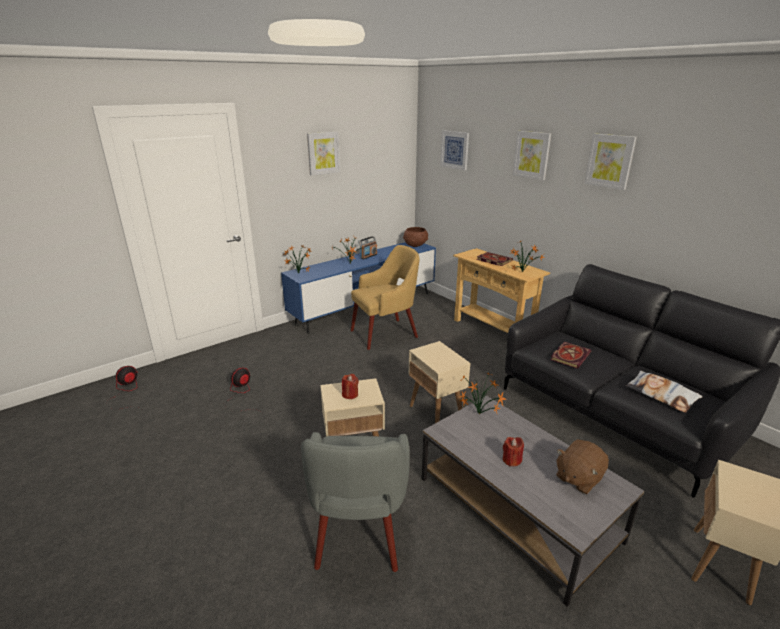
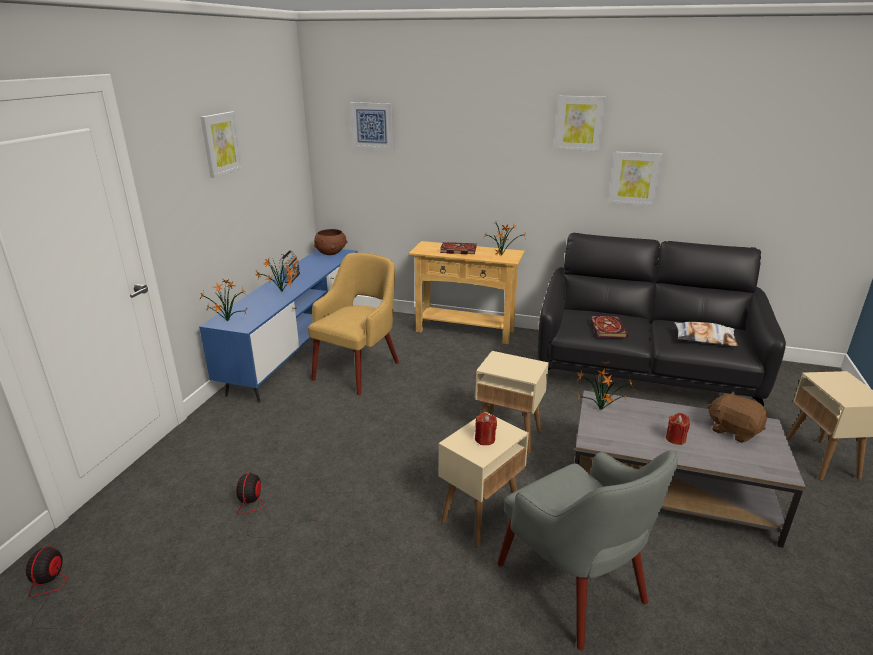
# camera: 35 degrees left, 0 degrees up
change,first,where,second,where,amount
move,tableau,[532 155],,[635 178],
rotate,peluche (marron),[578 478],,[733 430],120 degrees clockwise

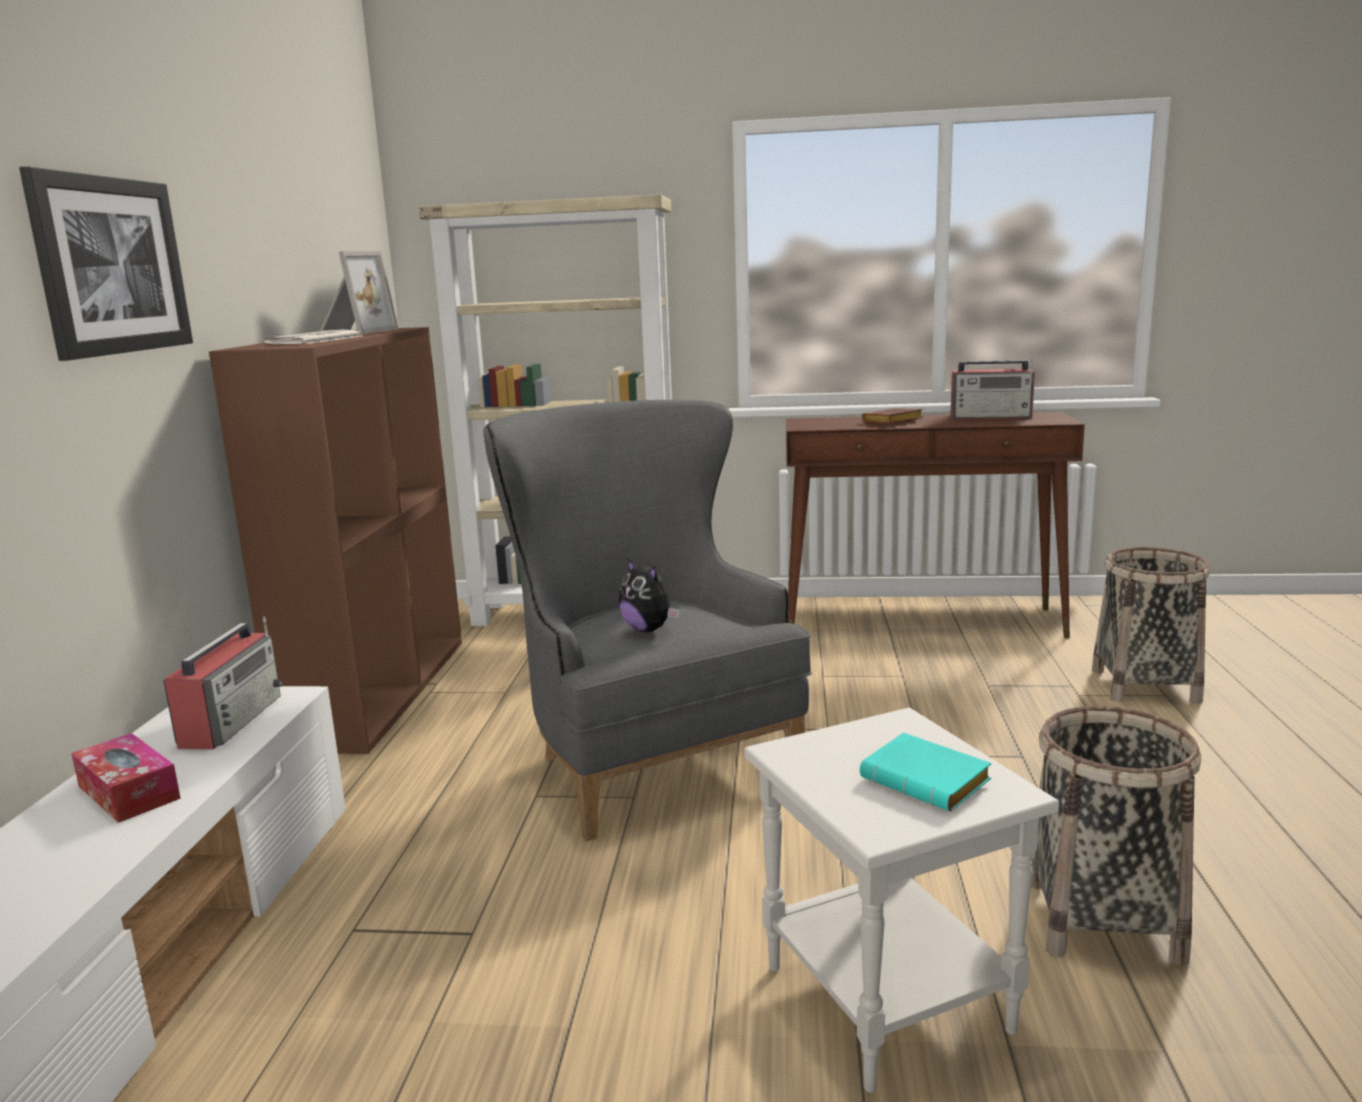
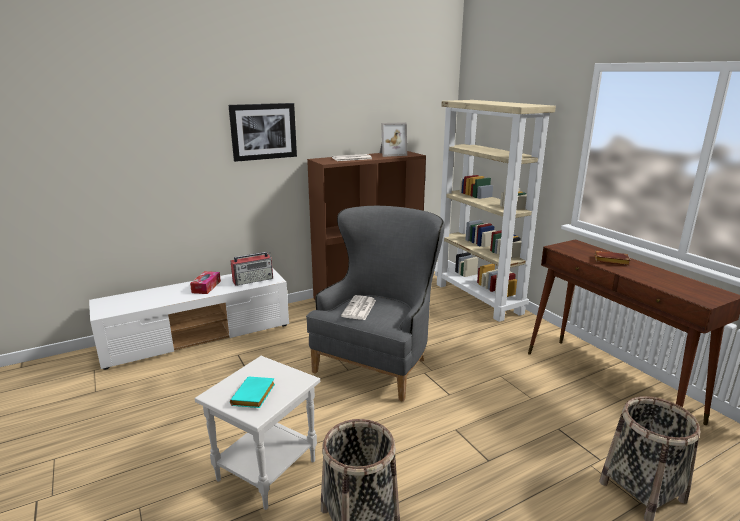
# camera: 55 degrees right, 5 degrees up
change,first,where,second,where,amount
delete,radio,[992 416],,,
replace,peluche,[648 629],journal,[359 308],

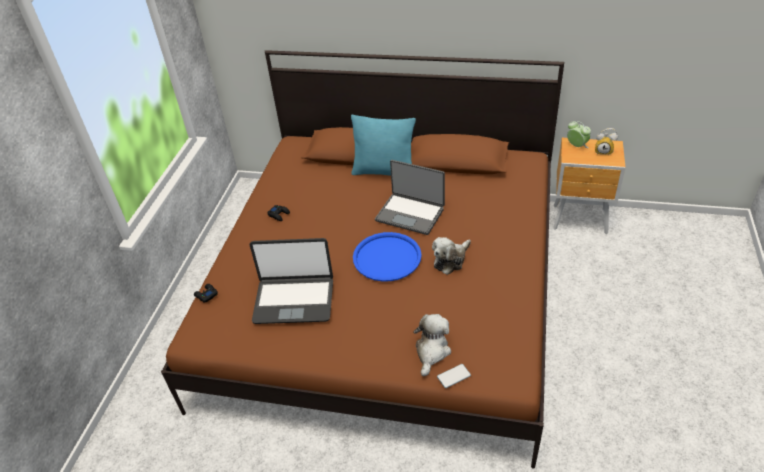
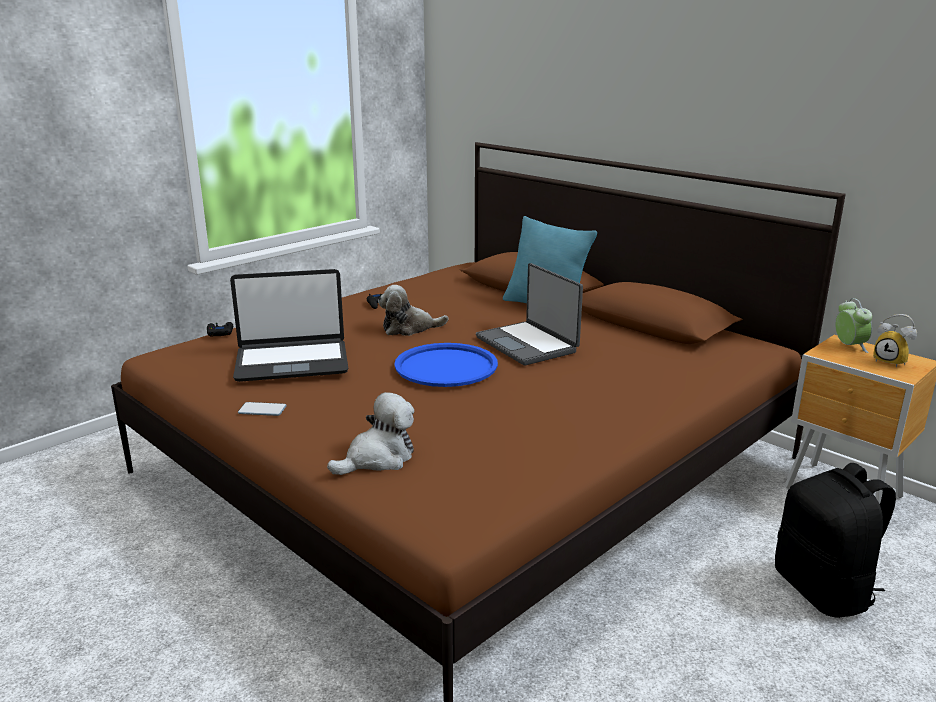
# camera: 30 degrees right, 20 degrees down
change,first,where,second,where,amount
insert,,,sac à dos (noir),[824 591],
move,peluche,[451 260],,[409 328],
move,téléphone,[453 376],,[262 410],
rotate,ordinateur portable,[294 300],,[292 362],45 degrees counterclockwise

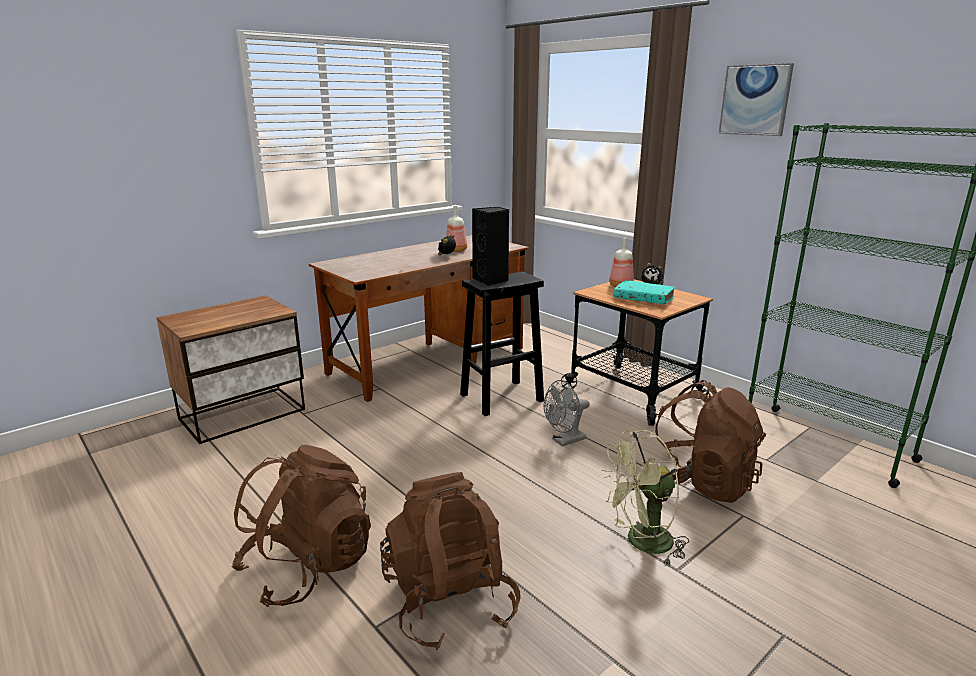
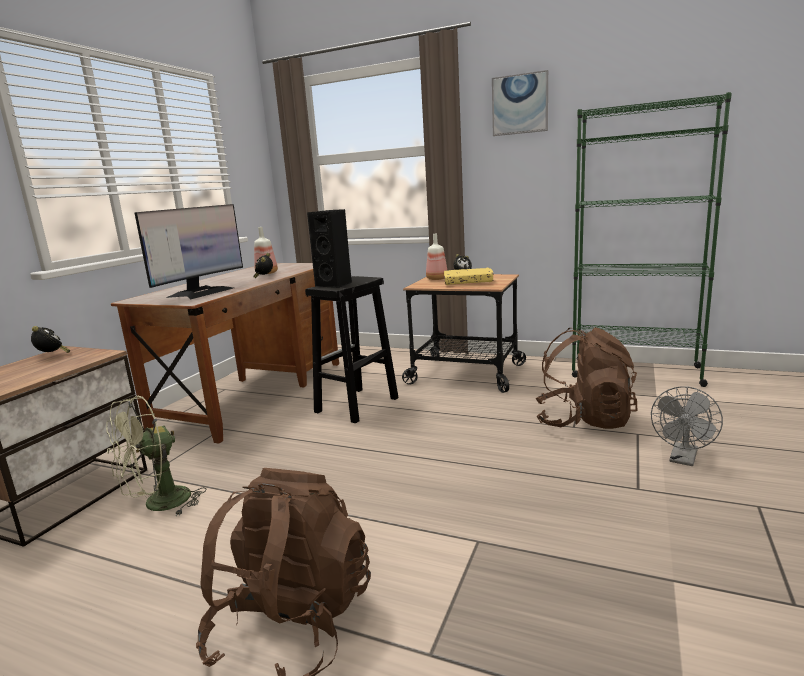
# camera: 25 degrees left, 5 degrees down
change,first,where,second,where,amount
delete,sac à dos (marron),[449 601],,,
insert,,,réveil,[52 356],
insert,,,écran d'ordinateur,[201 292],
move,ventilateur (gris),[565 441],,[683 459],
move,ventilateur (vert),[641 543],,[159 505],
recolor,livre (turquoise),[643 298],livre (jaune),[468 282],

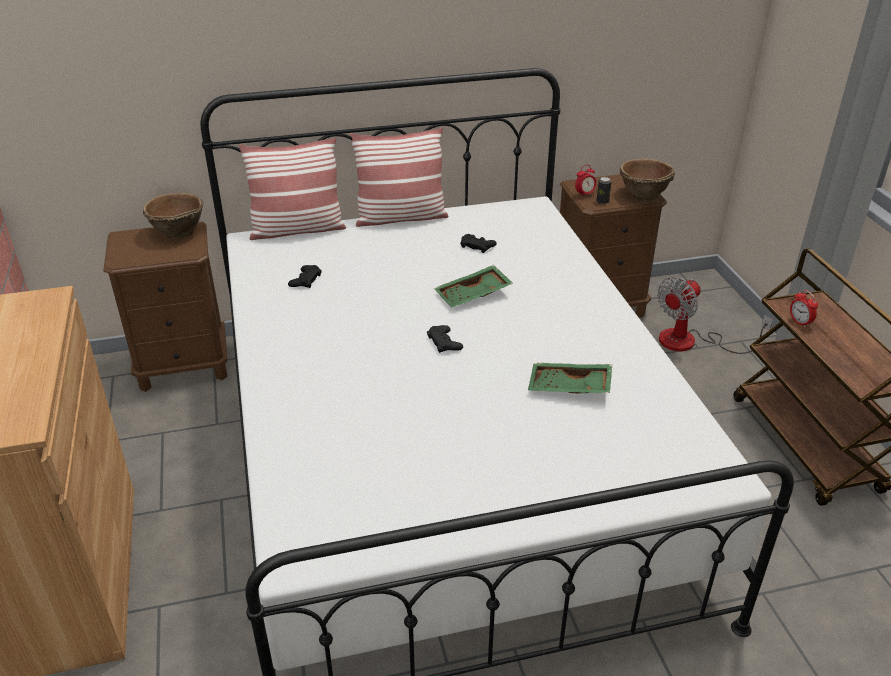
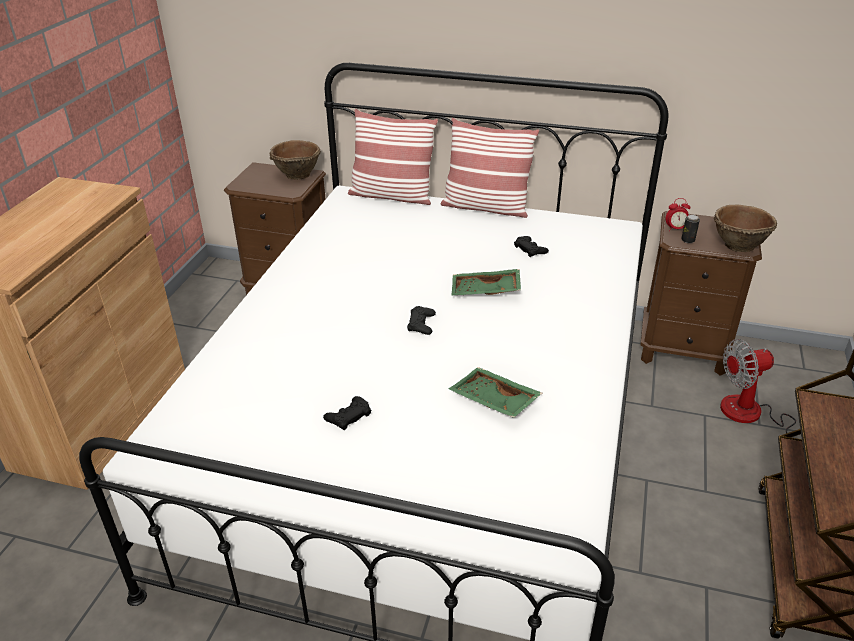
# camera: 30 degrees right, 0 degrees up
change,first,where,second,where,amount
delete,réveil,[799 322],,,
move,manette (noir),[305 280],,[348 416],

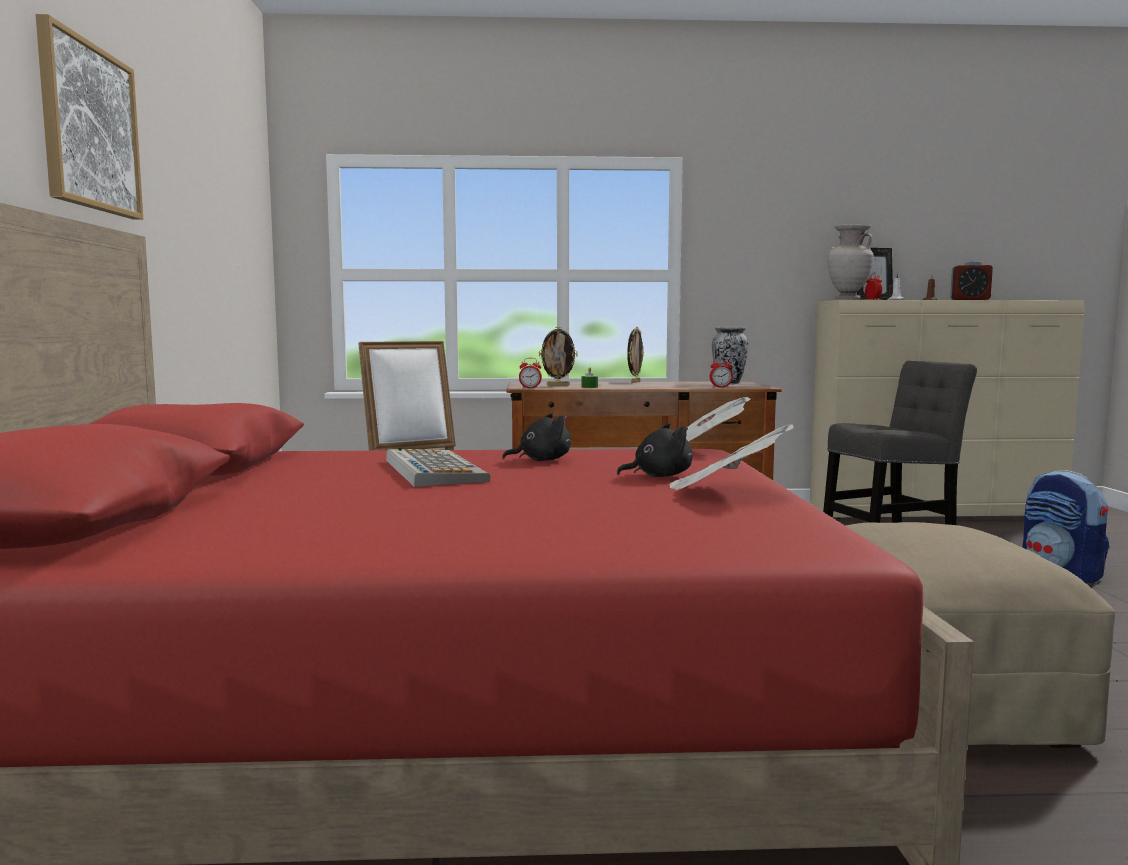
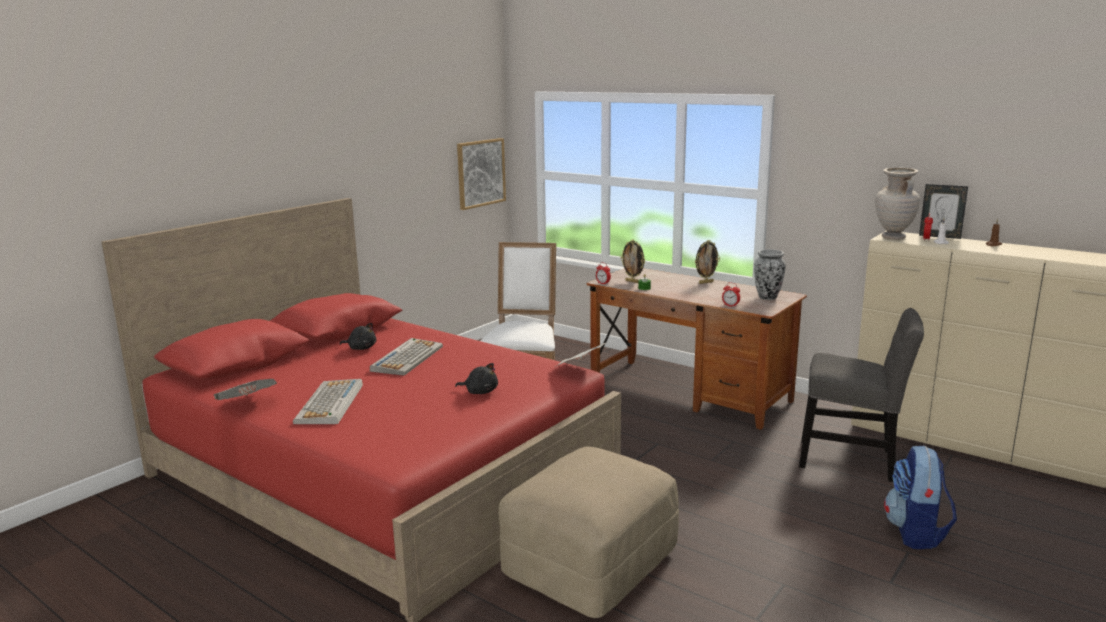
# camera: 40 degrees right, 10 degrees up
change,first,where,second,where,amount
delete,réveil,[970 299],,,
insert,,,clavier,[330 404],
move,tableau,[89 127],,[480 173],
move,peluche (noir),[541 460],,[361 348],
move,journal,[725 492],,[247 405],

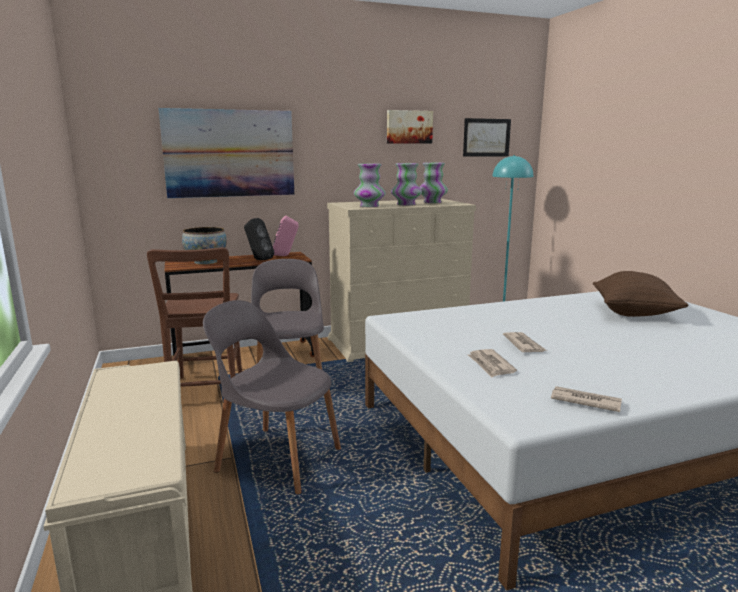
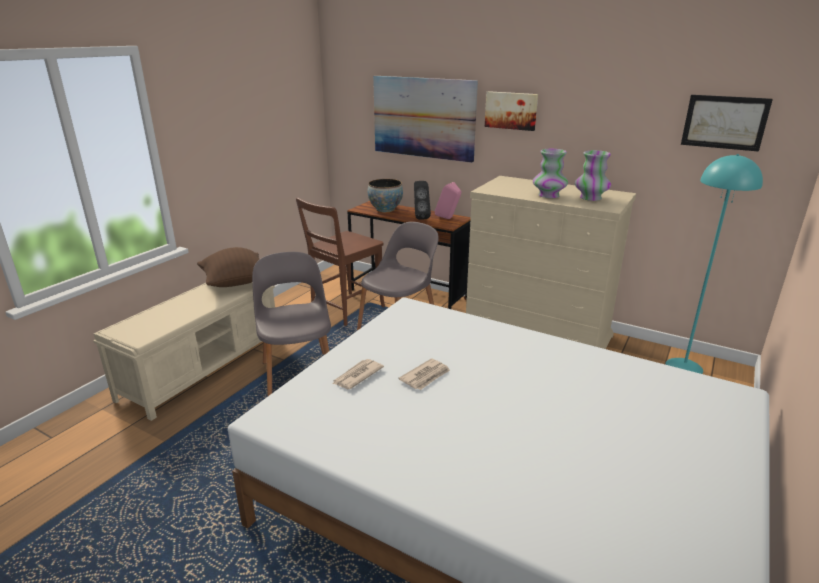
# camera: 50 degrees right, 10 degrees up
change,first,where,second,where,amount
delete,vase,[369 206],,,
delete,journal,[584 401],,,
move,tableau,[409 127],,[511 110],
move,coussin (marron),[634 313],,[236 283],

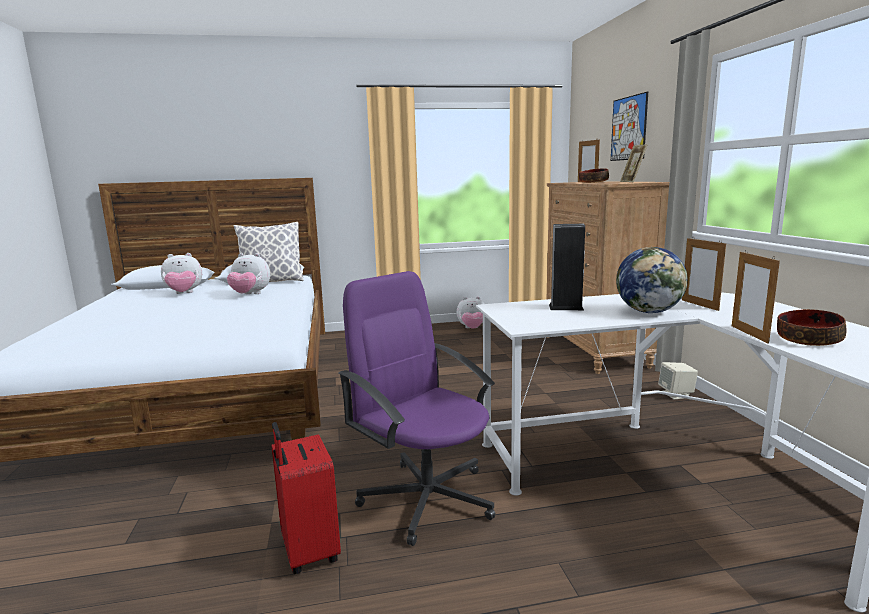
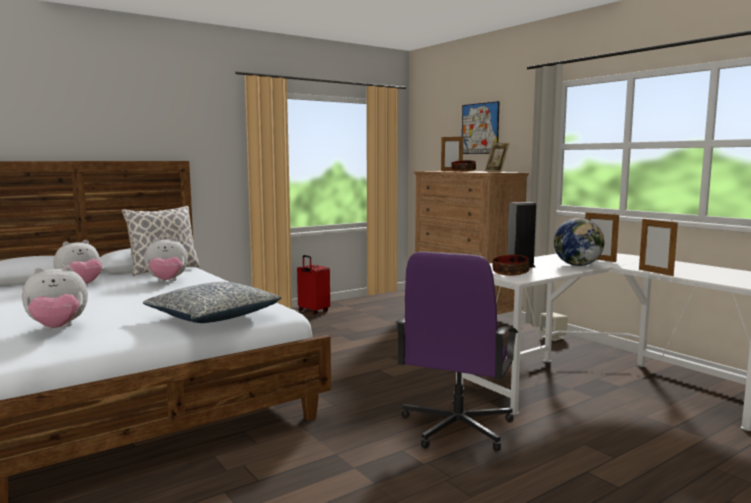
# camera: 25 degrees left, 5 degrees down
change,first,where,second,where,amount
insert,,,coussin,[214 317],
move,valise (rouge),[308 552],,[313 311],
move,peluche,[472 328],,[57 329],
move,bol,[808 339],,[510 273],
rotate,chaise de bureau (violet),[426 497],,[456 428],90 degrees counterclockwise

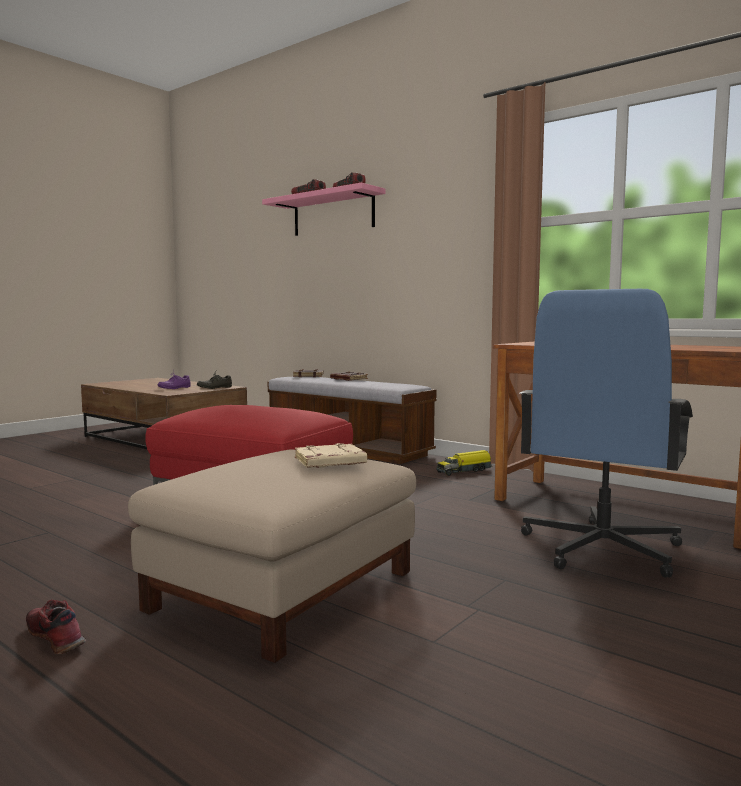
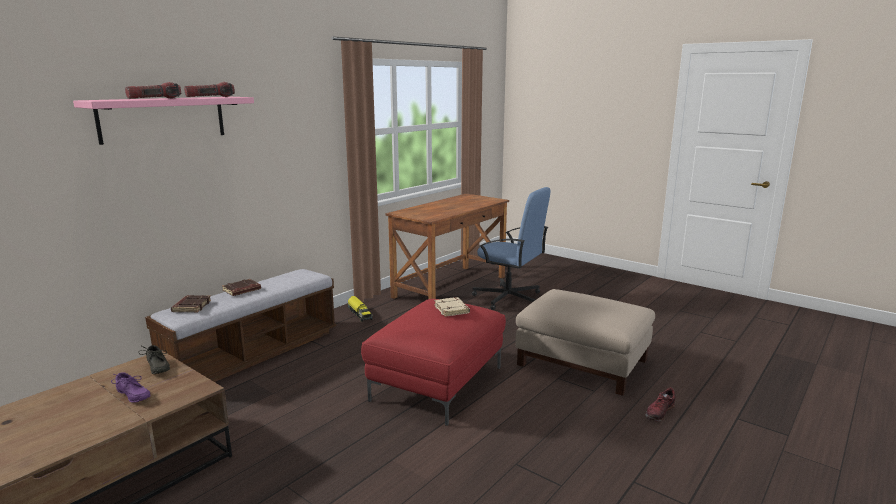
# camera: 90 degrees left, 10 degrees up
change,first,where,second,where,amount
move,livre (beige),[329 462],,[452 309],

